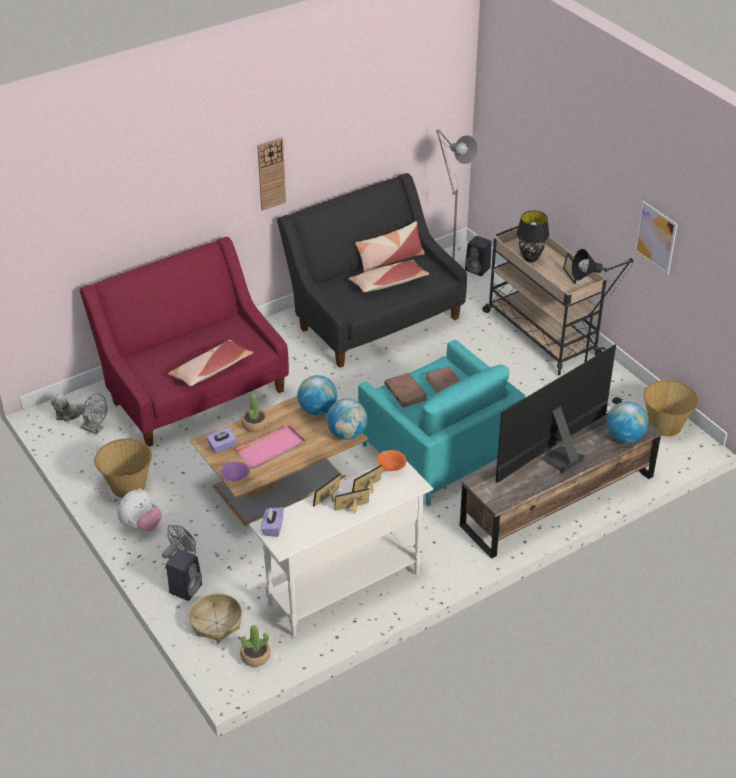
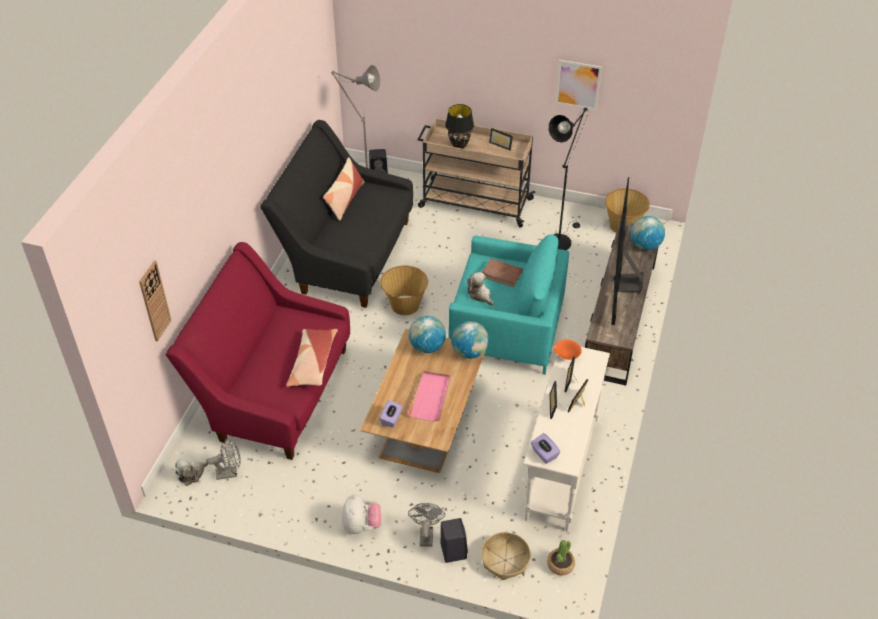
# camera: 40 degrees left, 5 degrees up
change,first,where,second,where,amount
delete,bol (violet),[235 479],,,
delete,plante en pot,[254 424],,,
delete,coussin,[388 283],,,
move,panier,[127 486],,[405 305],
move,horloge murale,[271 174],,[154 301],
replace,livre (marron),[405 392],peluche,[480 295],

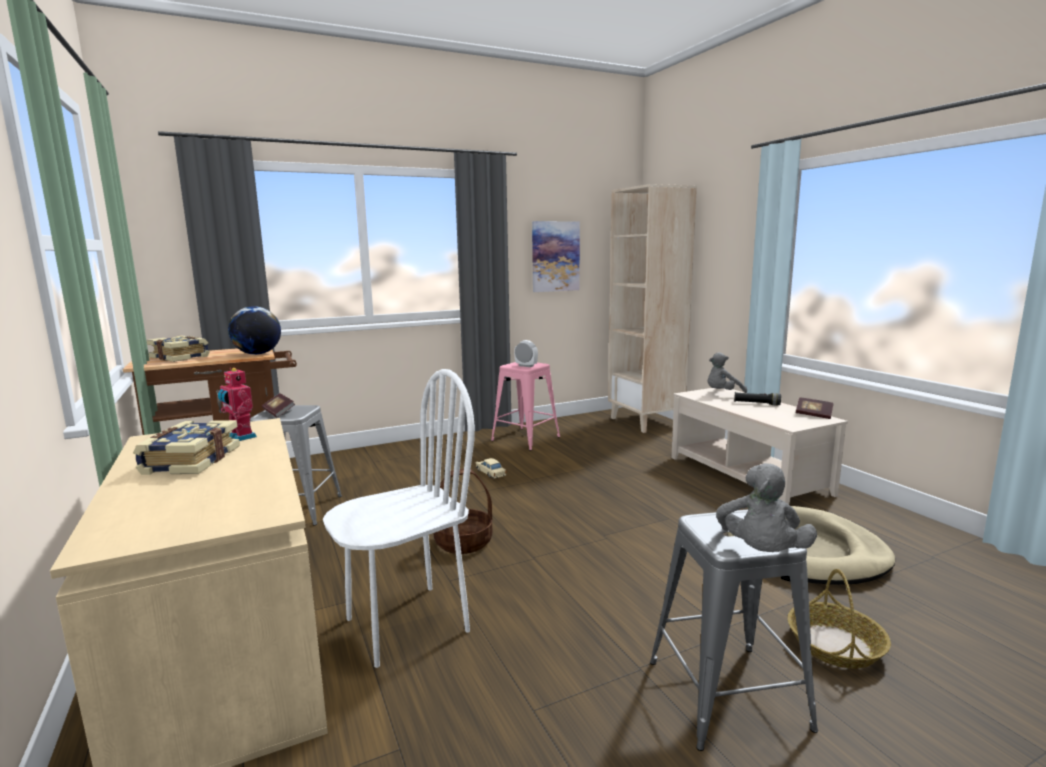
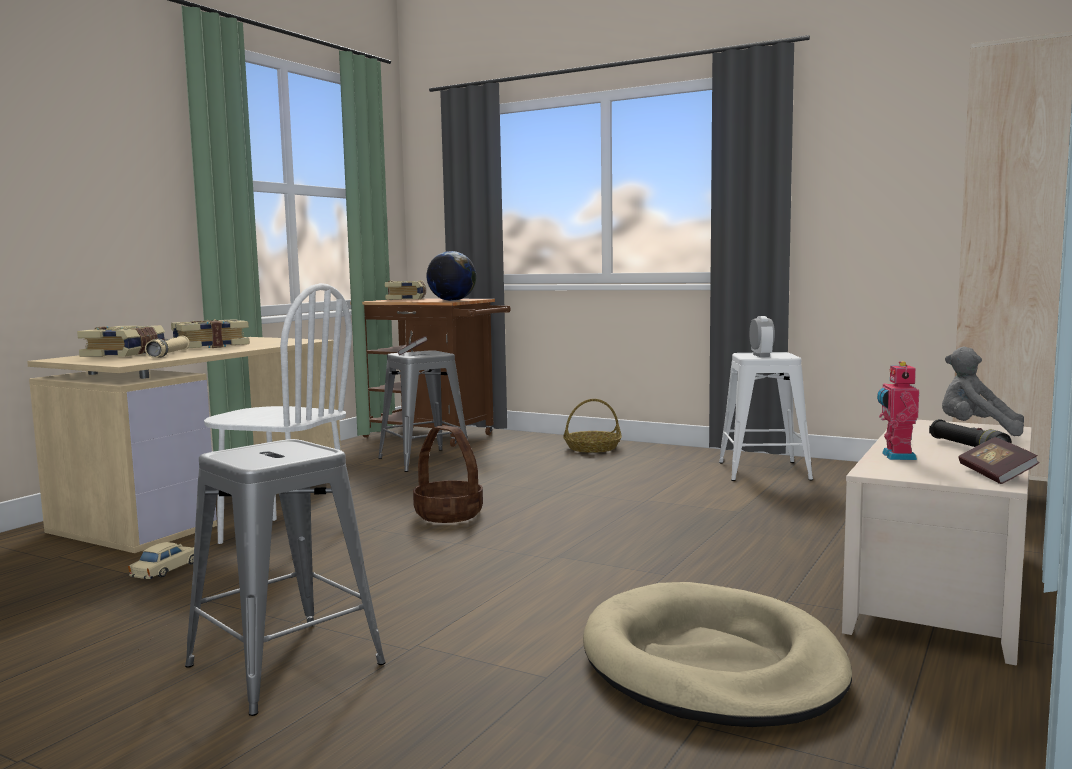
# camera: 55 degrees right, 5 degrees down
change,first,where,second,where,amount
delete,tableau,[555 256],,,
delete,peluche (gris),[761 552],,,
insert,,,livre,[126 354],
insert,,,lampe de poche (beige),[169 355],
move,robot jouet,[240 437],,[896 456],
move,petite voiture (beige),[490 473],,[165 570],
move,panier,[834 644],,[592 448],
recolor,tabouret (rose),[526 439],tabouret (blanc),[764 471],

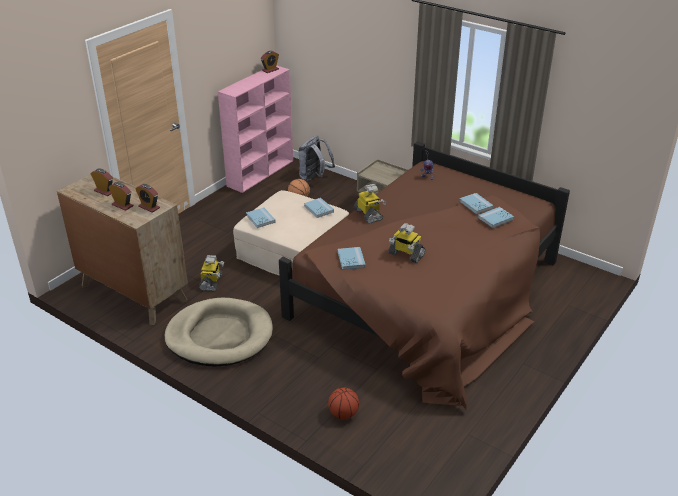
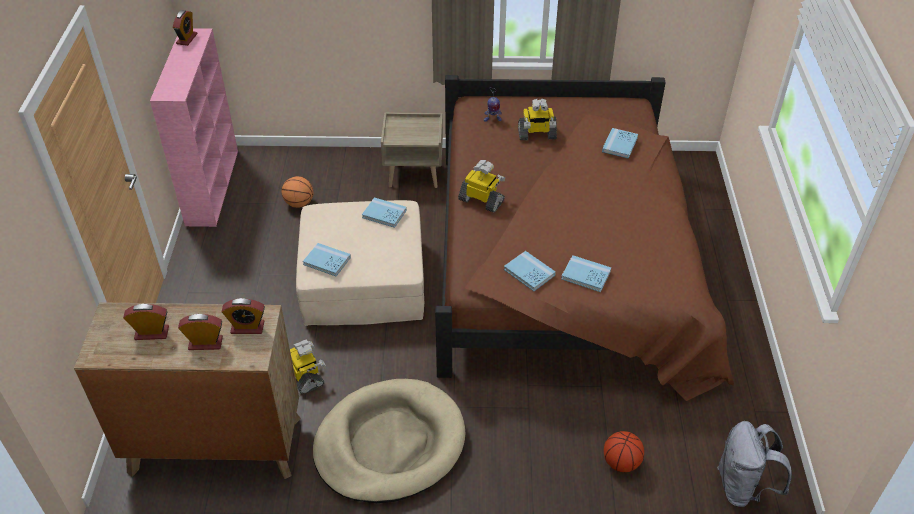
# camera: 35 degrees left, 10 degrees up
change,first,where,second,where,amount
move,sac à dos (gris),[314 178],,[743 487],
move,robot jouet,[406 254],,[536 134],
move,livre (bleu),[476 205],,[586 275],

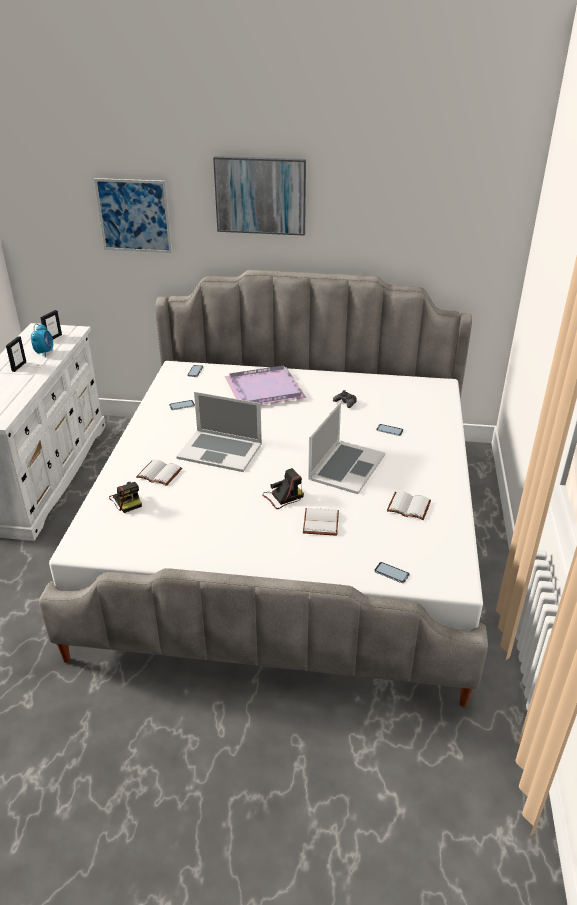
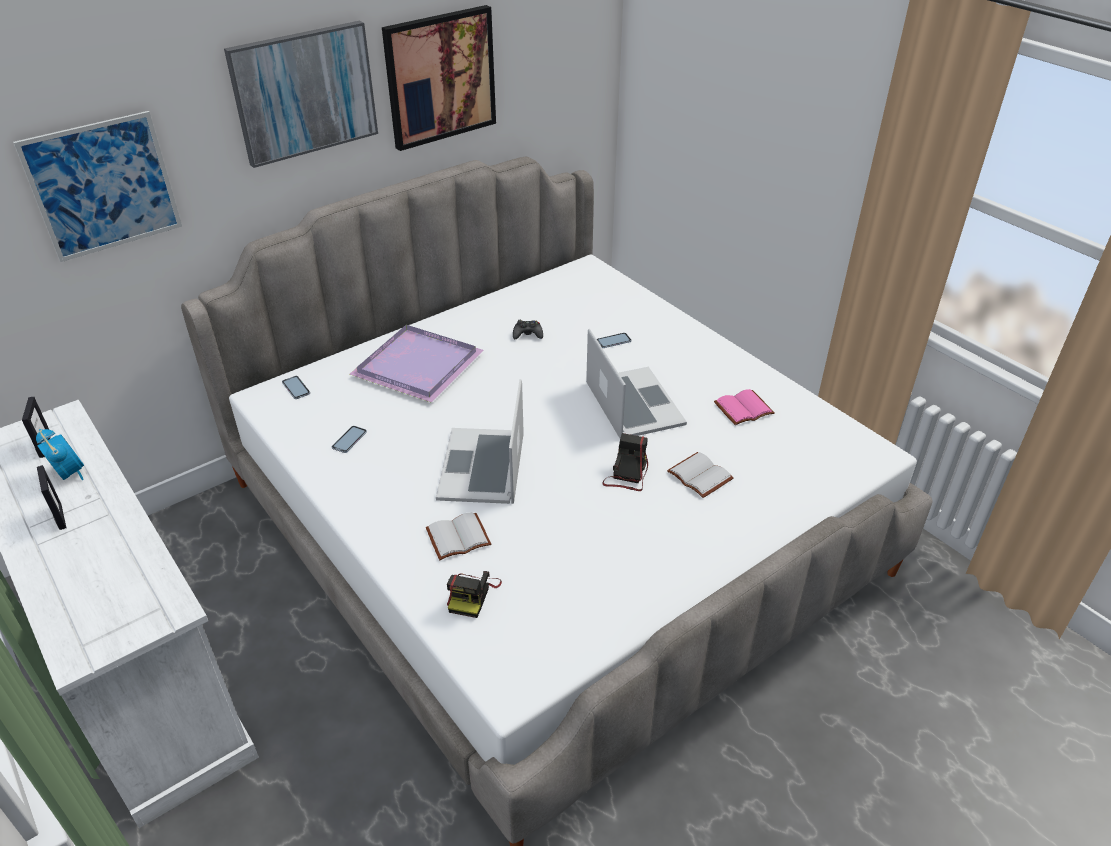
# camera: 45 degrees left, 5 degrees up
change,first,where,second,where,amount
delete,téléphone,[391 573],,,
insert,,,tableau,[440 77],
recolor,livre (blanc),[407 507],livre (rose),[743 410],
rotate,appareil photo,[127 500],,[472 594],90 degrees clockwise
rotate,ordinateur portable,[220 450],,[483 466],120 degrees clockwise

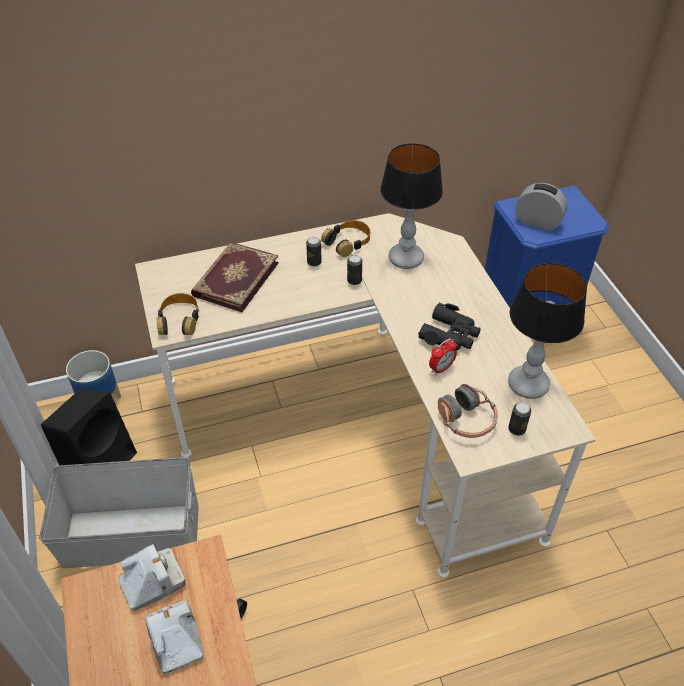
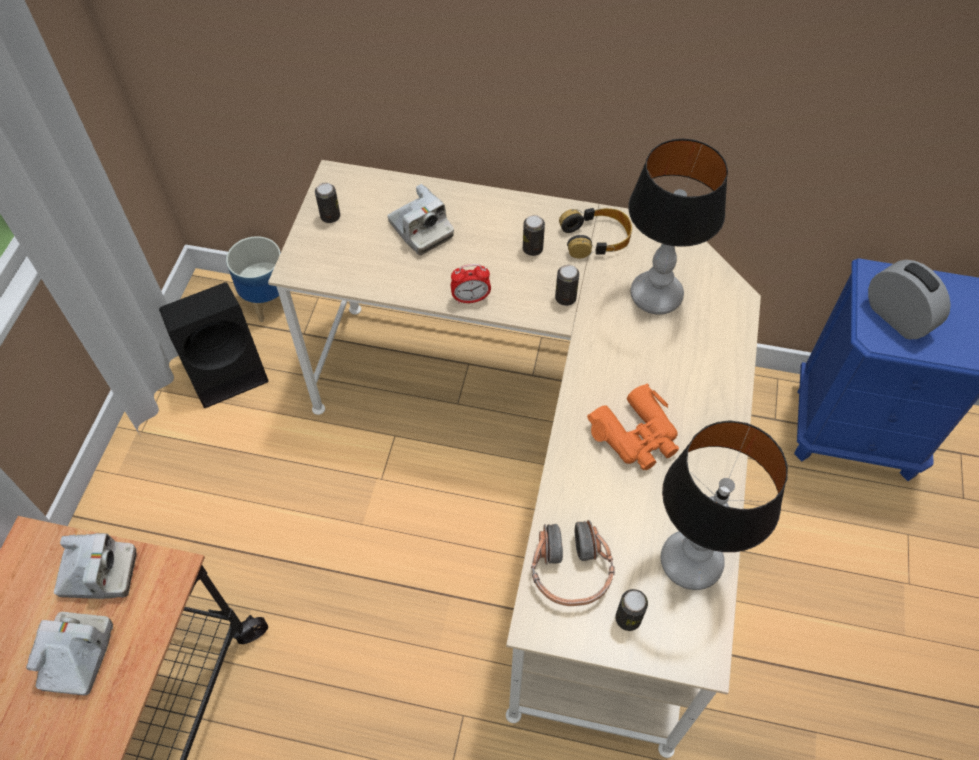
# camera: 30 degrees right, 10 degrees up
change,first,where,second,where,amount
delete,boîte de rangement (gris),[131 534],,,
delete,casque audio,[179 320],,,
insert,,,boîte métallique,[330 216],
move,réveil,[441 368],,[471 299],
replace,livre,[234 278],appareil photo,[420 230],
recolor,jumelles (noir),[450 334],jumelles (orange),[636 435],

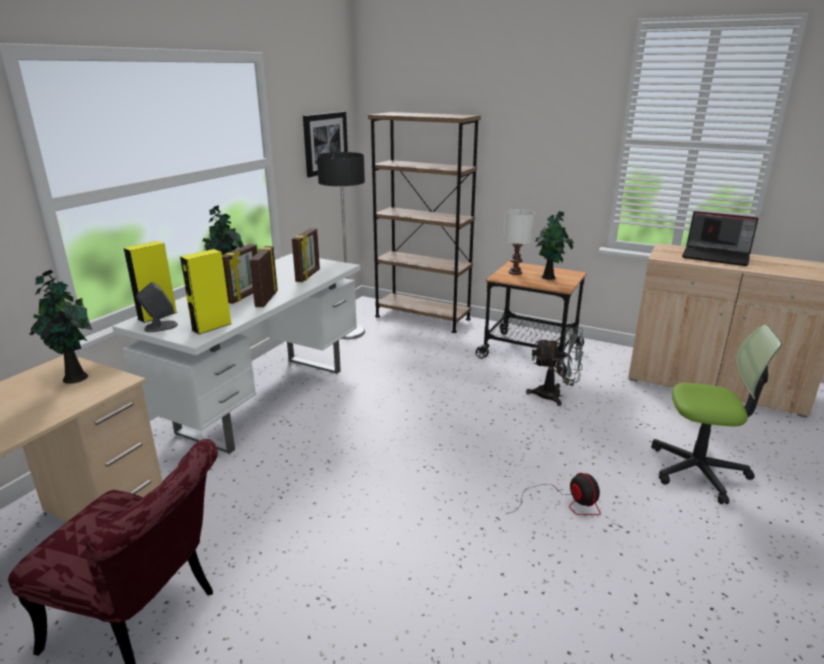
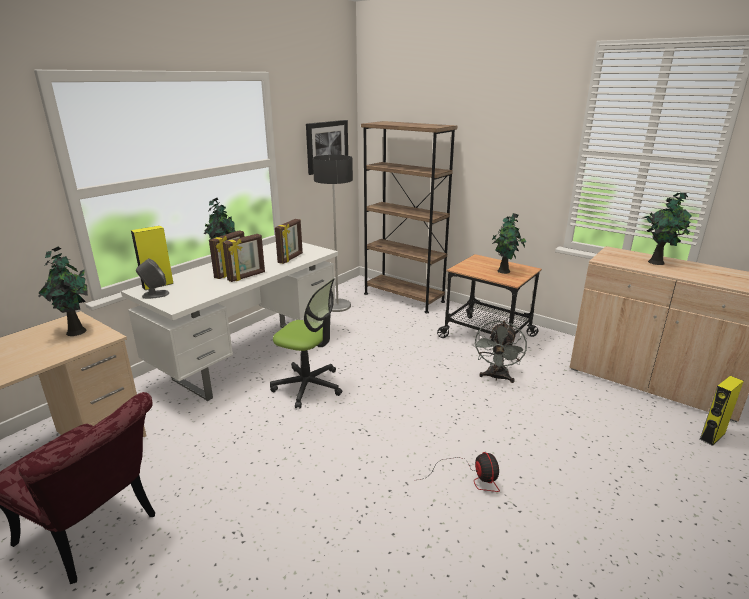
# camera: 10 degrees right, 0 degrees up
change,first,where,second,where,amount
delete,lampe de table (blanc),[515 272],,,
move,enceinte (jaune),[211 327],,[712 436],
move,chaise de bureau,[698 471],,[308 386],
replace,ordinateur portable,[716 256],plante en pot,[657 262],
rotate,cadre photo,[266 299],,[247 276],150 degrees counterclockwise
rotate,ventilateur (gris),[555 395],,[496 377],90 degrees clockwise

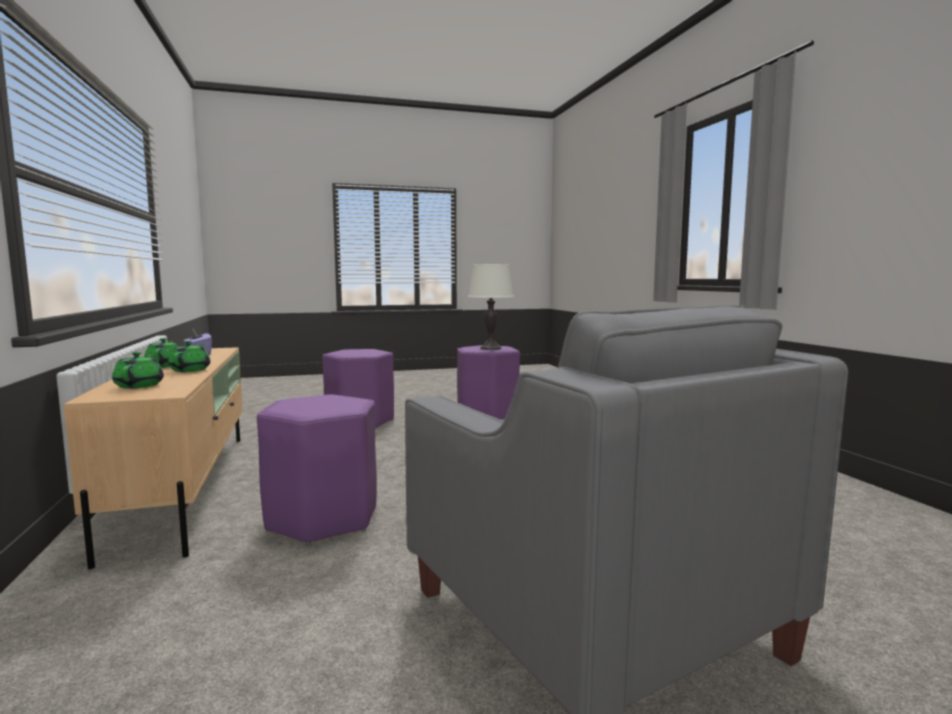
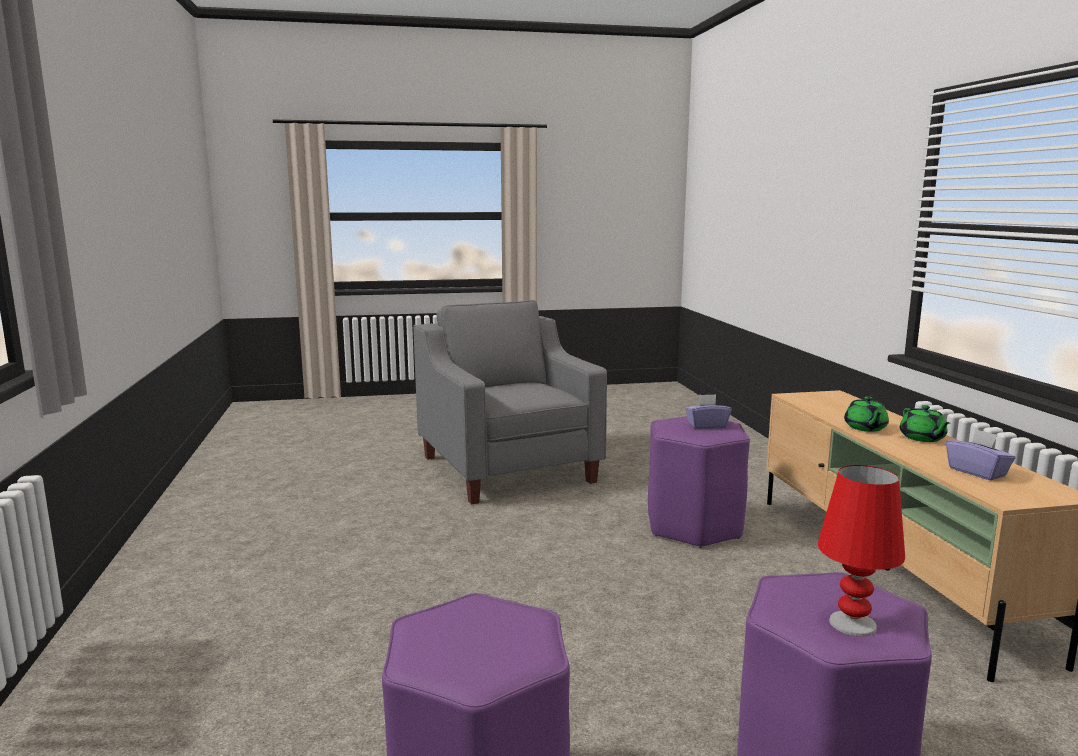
# camera: 175 degrees left, 5 degrees up
change,first,where,second,where,amount
delete,théière (vert),[140 386],,,
delete,lampe de table (blanc),[490 348],,,
insert,,,boîte à mouchoirs (violet),[706 426],
insert,,,lampe de table (rouge),[852 623],

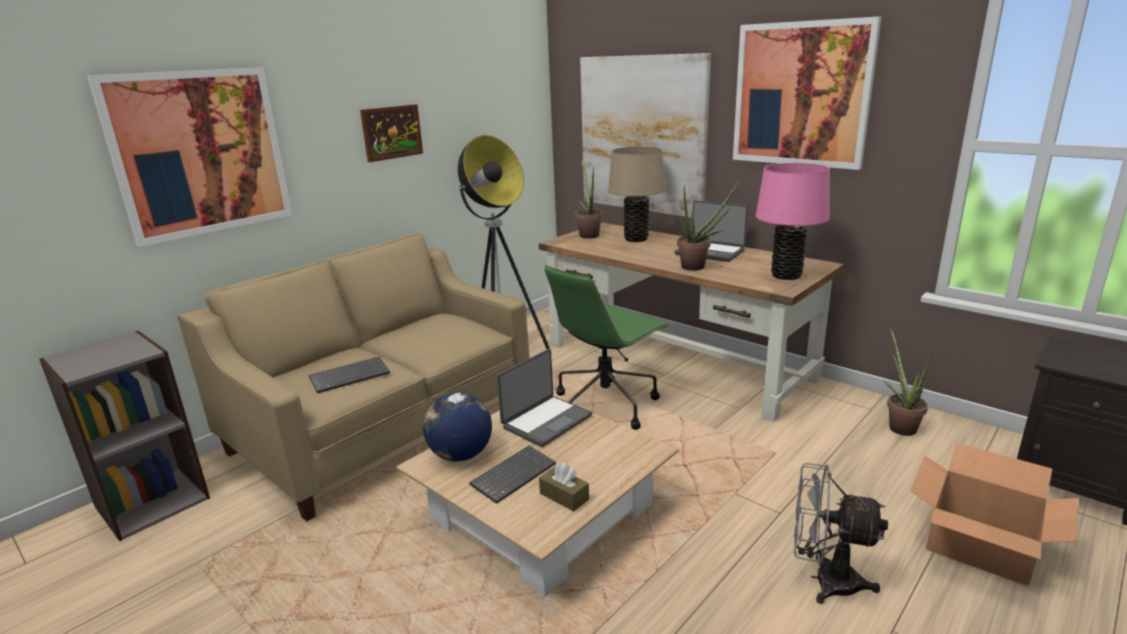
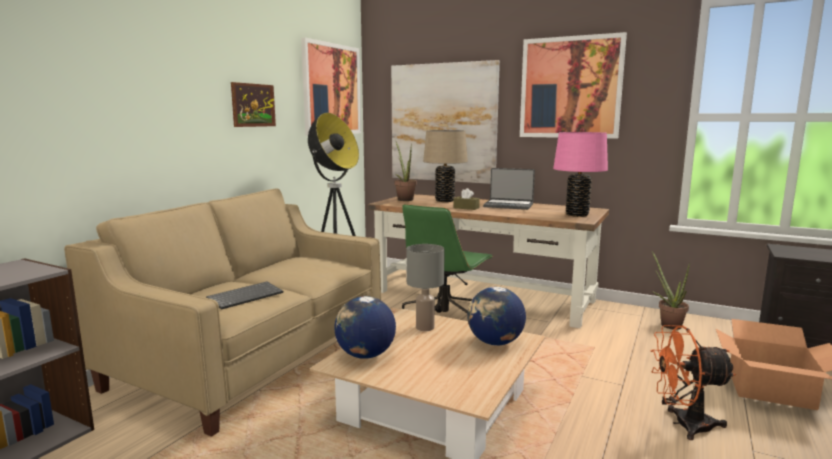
# camera: 15 degrees left, 10 degrees down
change,first,where,second,where,amount
delete,clavier,[513 474],,,
delete,plante en pot,[698 267],,,
insert,,,globe,[495 343],
move,tableau,[200 153],,[331 89],
move,boîte à mouchoirs (marron),[564 496],,[466 208],
replace,ordinateur portable,[546 421],lampe de table (gris),[424 327],
recolor,ventilateur (gris),[824 580],ventilateur (orange),[683 424],

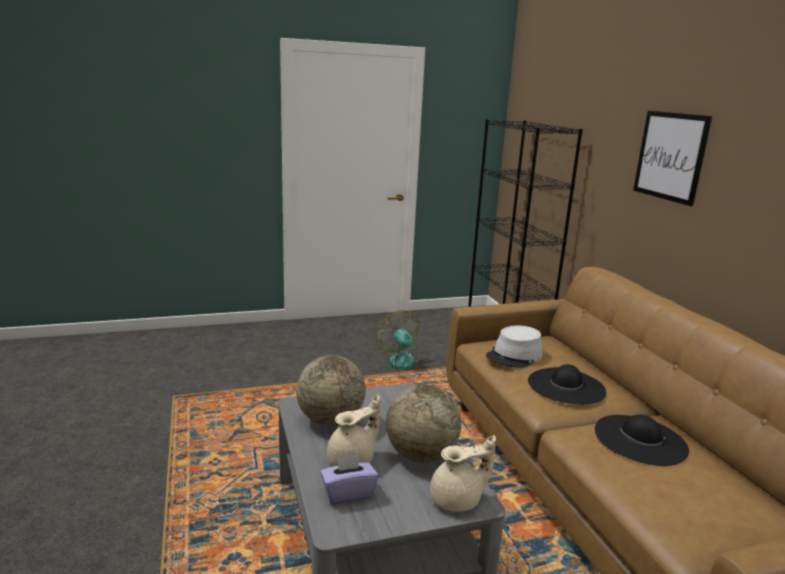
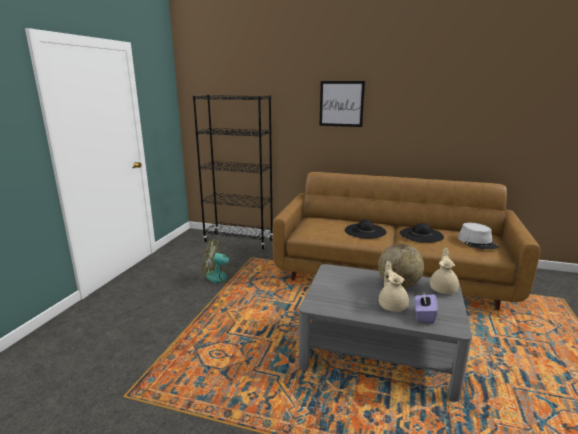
# camera: 55 degrees left, 0 degrees up
change,first,where,second,where,amount
delete,globe,[330 419],,,
move,chapeau (gris),[514 356],,[477 242],

